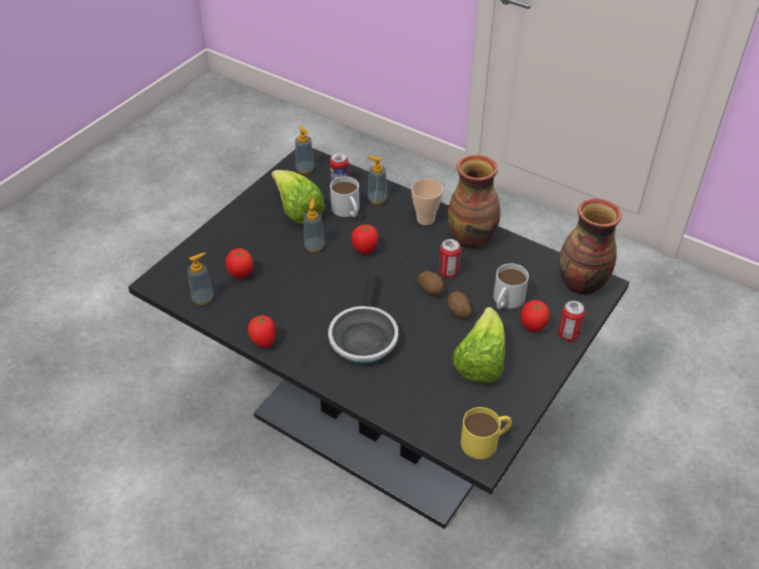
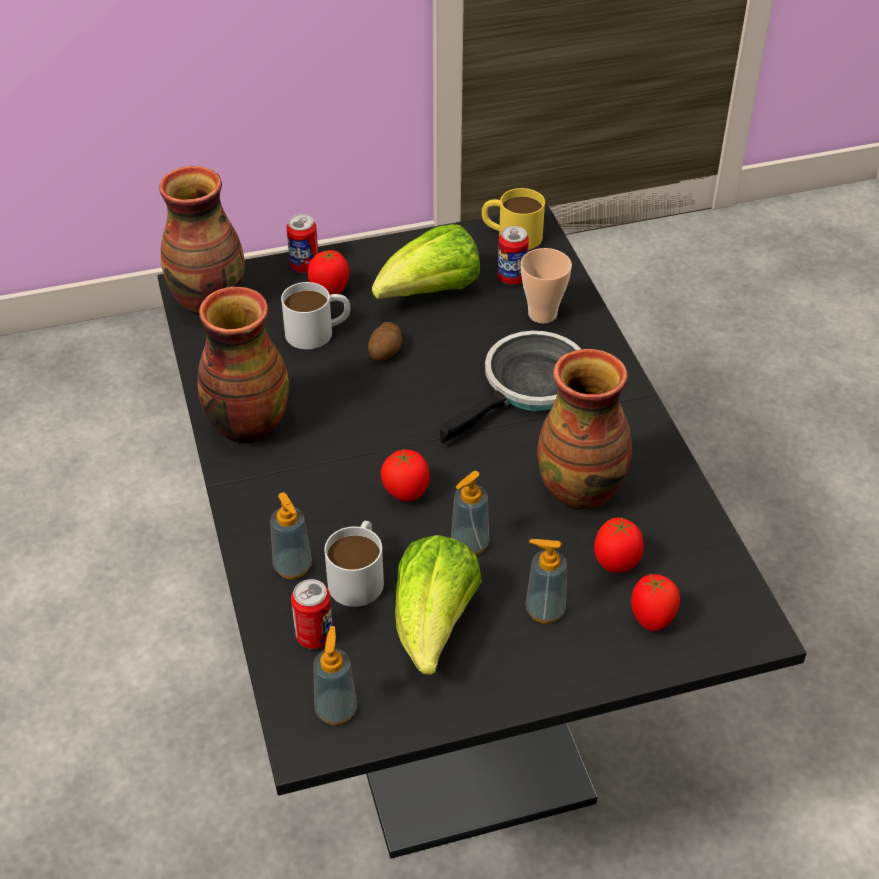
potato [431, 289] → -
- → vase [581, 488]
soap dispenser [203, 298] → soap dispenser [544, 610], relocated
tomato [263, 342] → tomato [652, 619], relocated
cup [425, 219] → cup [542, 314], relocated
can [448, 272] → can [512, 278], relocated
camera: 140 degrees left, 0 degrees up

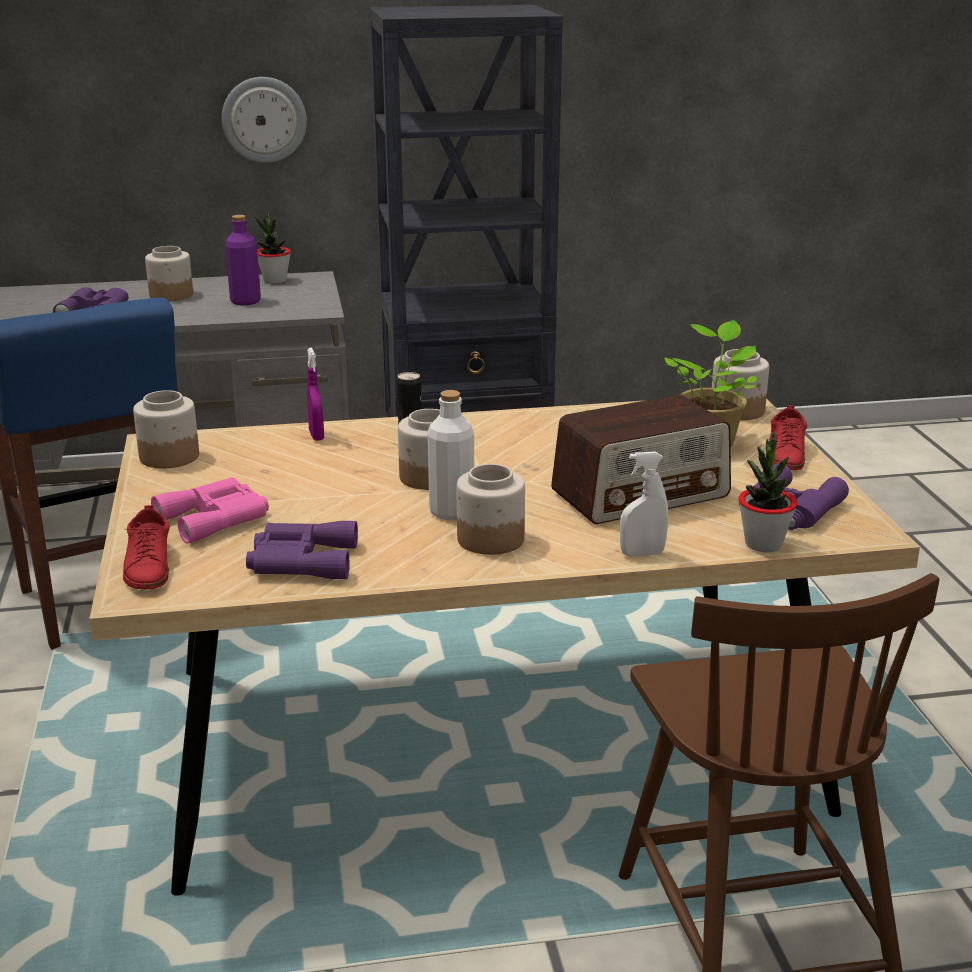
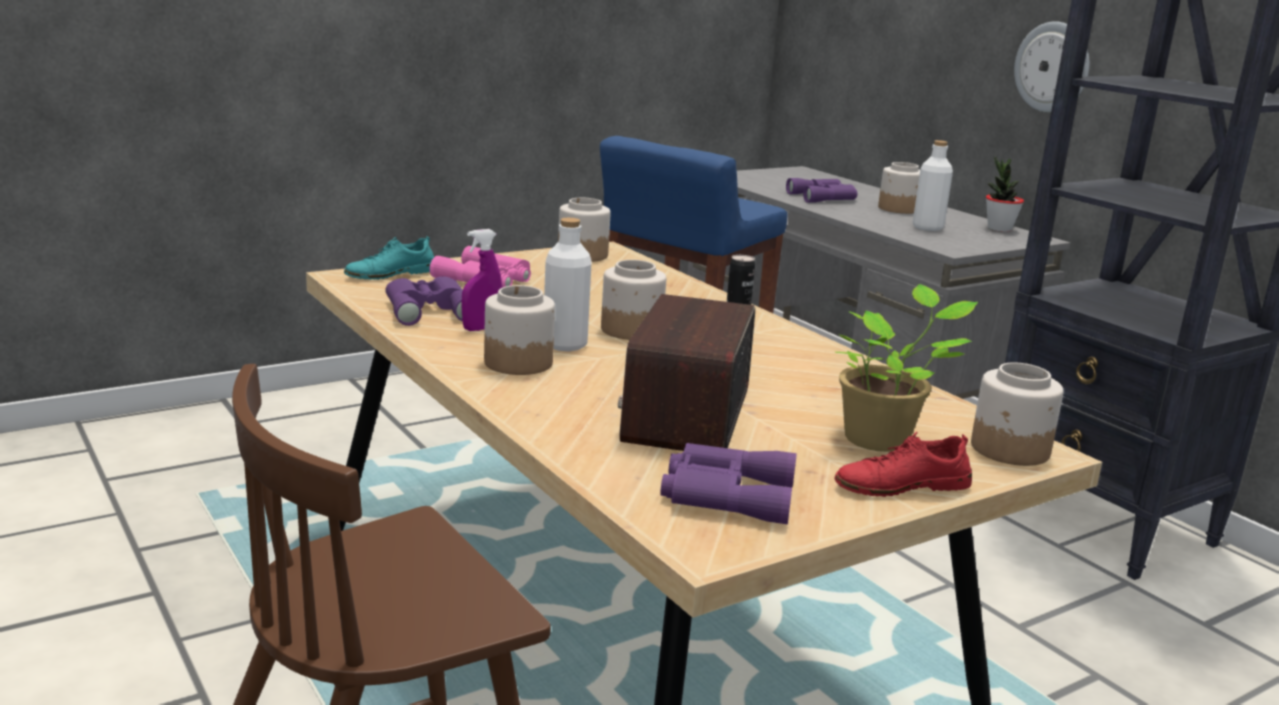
spray bottle (white) [642, 553] → -
potted plant [763, 544] → -
spray bottle (purple) [316, 435] → spray bottle (purple) [481, 328], relocated
shoe (red) [148, 566] → shoe (turquoise) [391, 274]
bottle (purple) [245, 301] → bottle (white) [927, 227]
radio [641, 494] → radio [686, 415], 60 degrees clockwise
camera: 65 degrees right, 5 degrees down

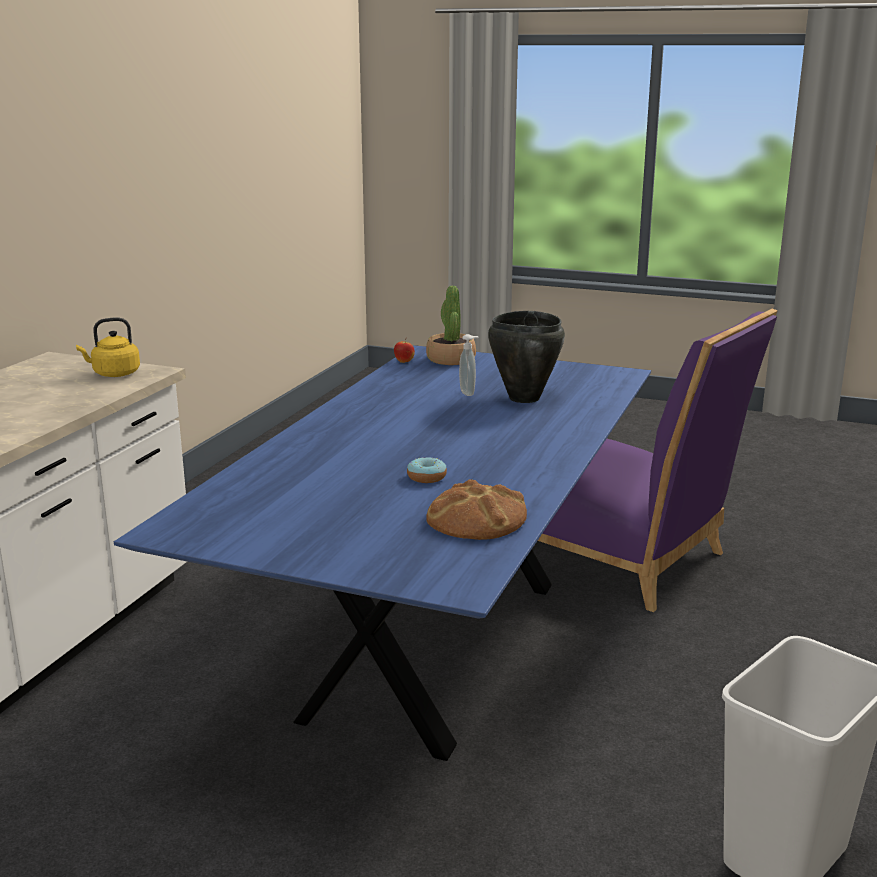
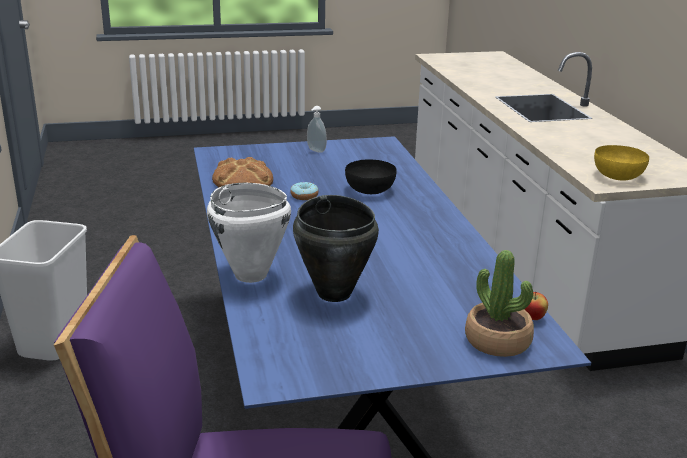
- → cooking pot (white) [250, 275]
- → bowl (black) [370, 190]
soap dispenser [468, 393] → soap dispenser [315, 151], relocated
kettle (yellow) [114, 374] → bowl (yellow) [617, 175]
camera: 145 degrees right, 5 degrees up

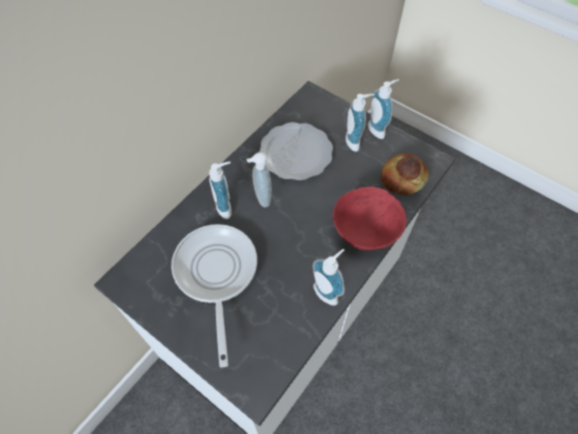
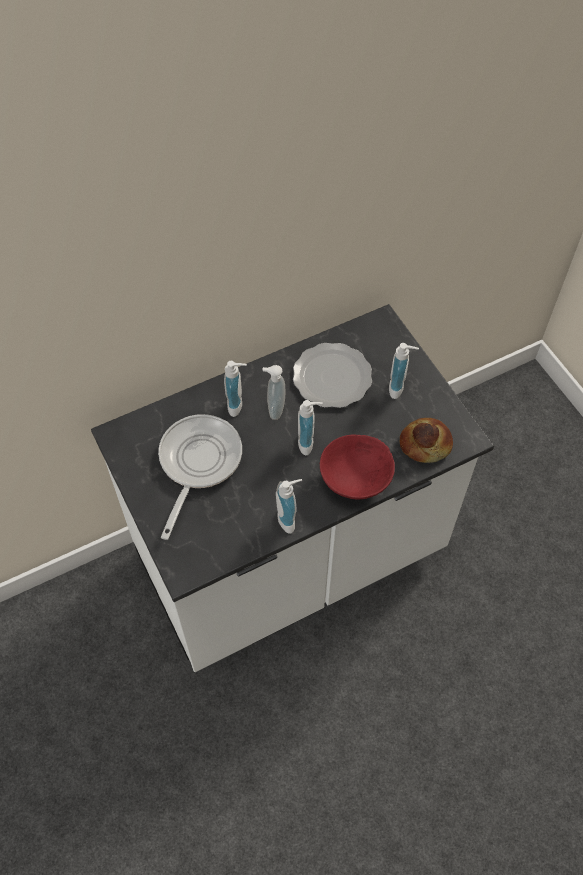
soap dispenser [378, 129] → soap dispenser [309, 442], relocated
camera: 25 degrees right, 0 degrees up

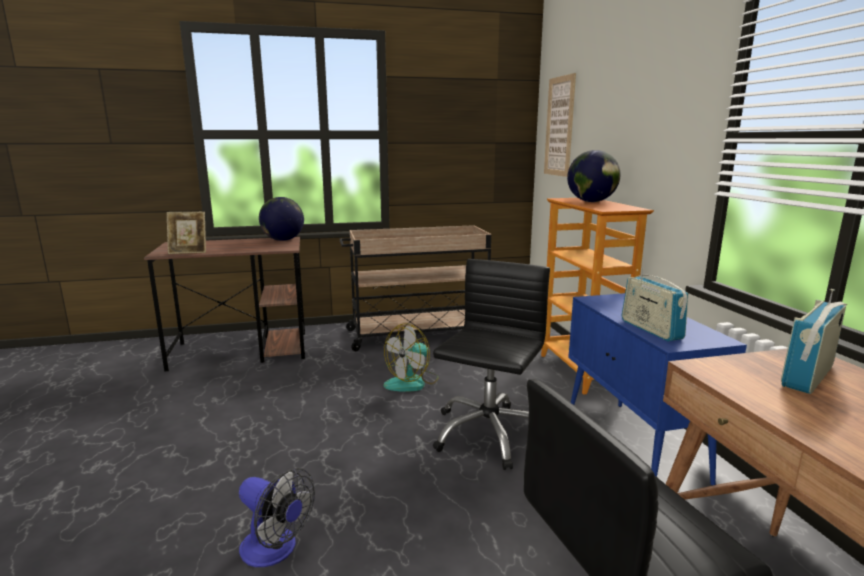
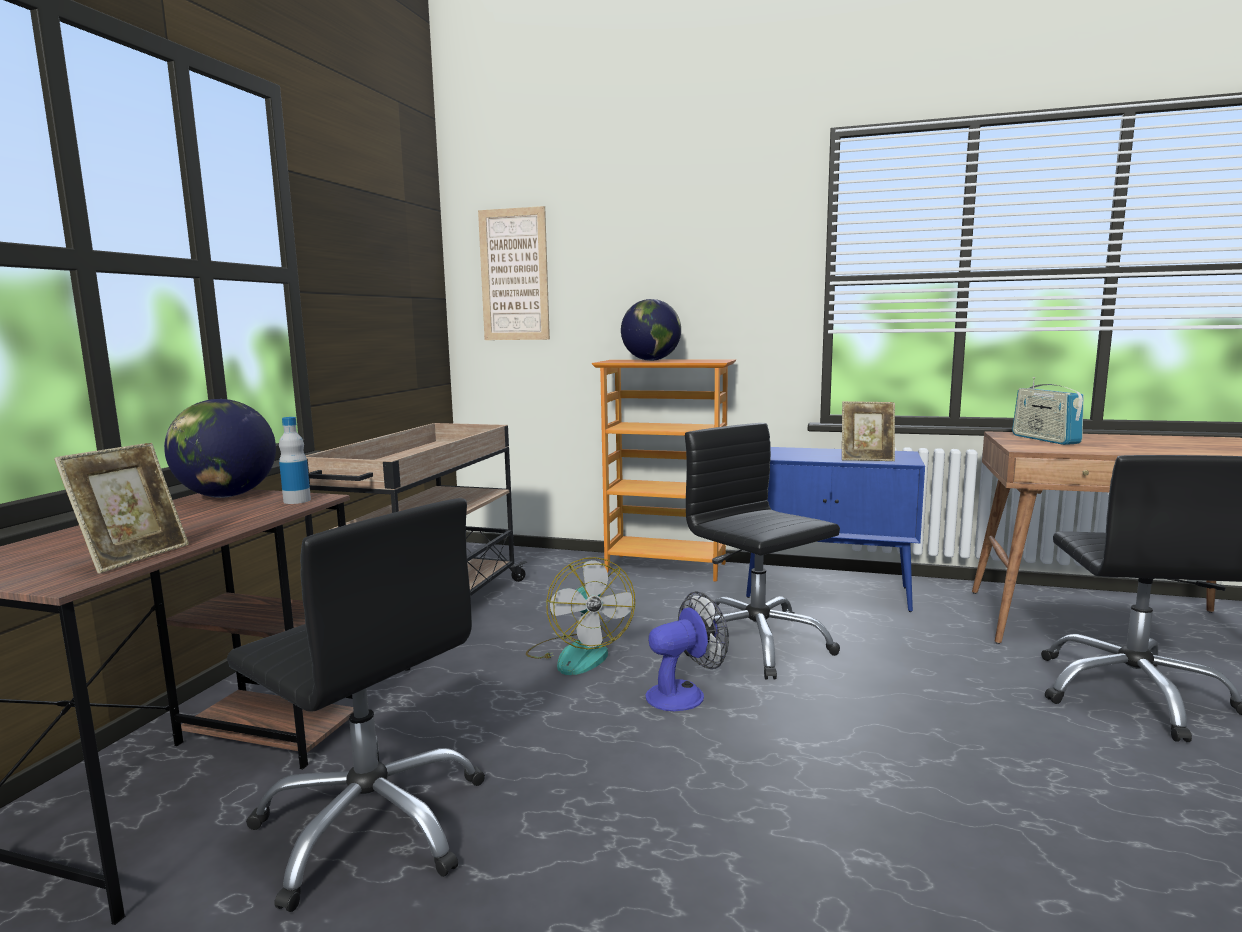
- → office chair (black) [372, 823]
- → bottle [297, 500]
fan [275, 550] → fan [684, 693], relocated
radio [650, 329] → picture frame [866, 459]
camera: 60 degrees left, 5 degrees down

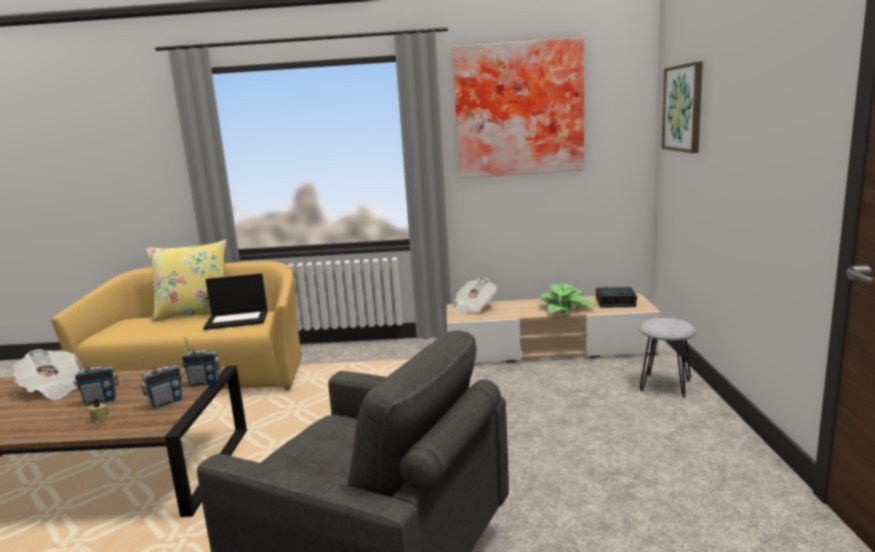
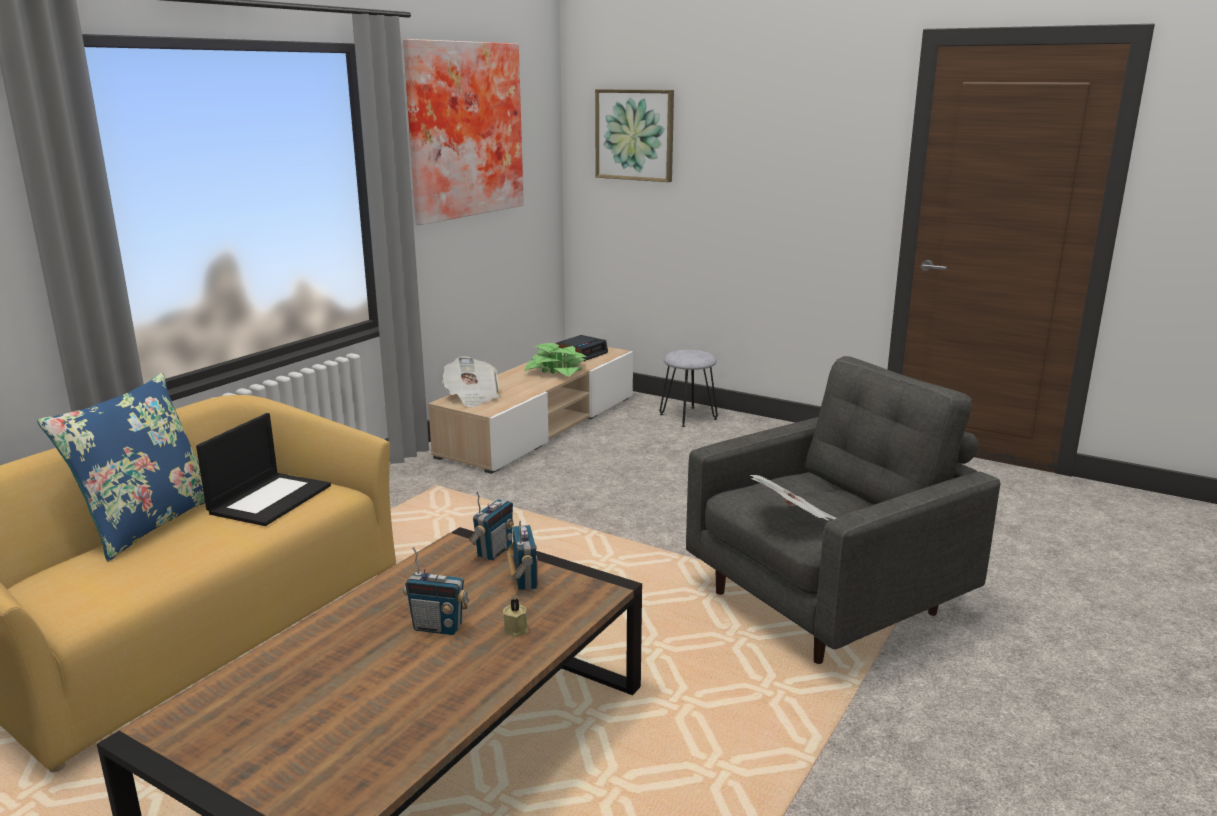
newspaper [54, 389] → newspaper [793, 521], relocated
pillow (yellow) [195, 313] → pillow (blue) [148, 524]
radio [101, 400] → radio [438, 627], 90 degrees clockwise
camera: 60 degrees left, 5 degrees up

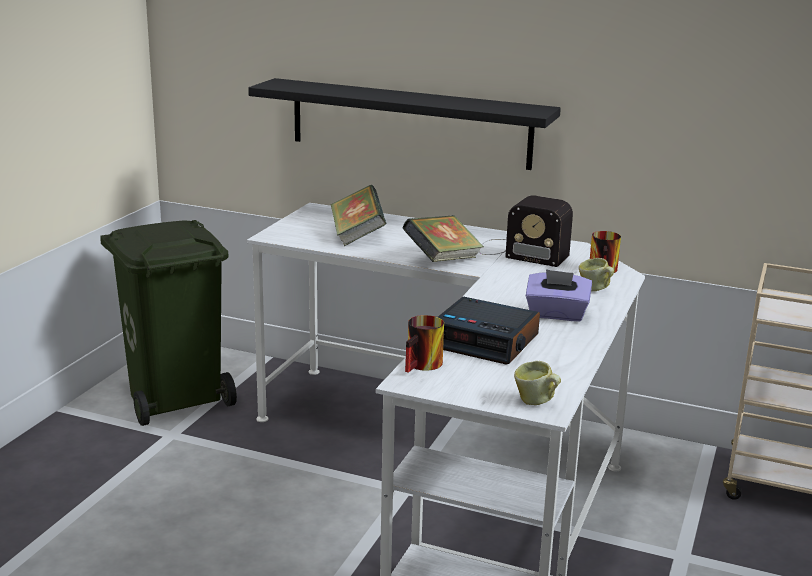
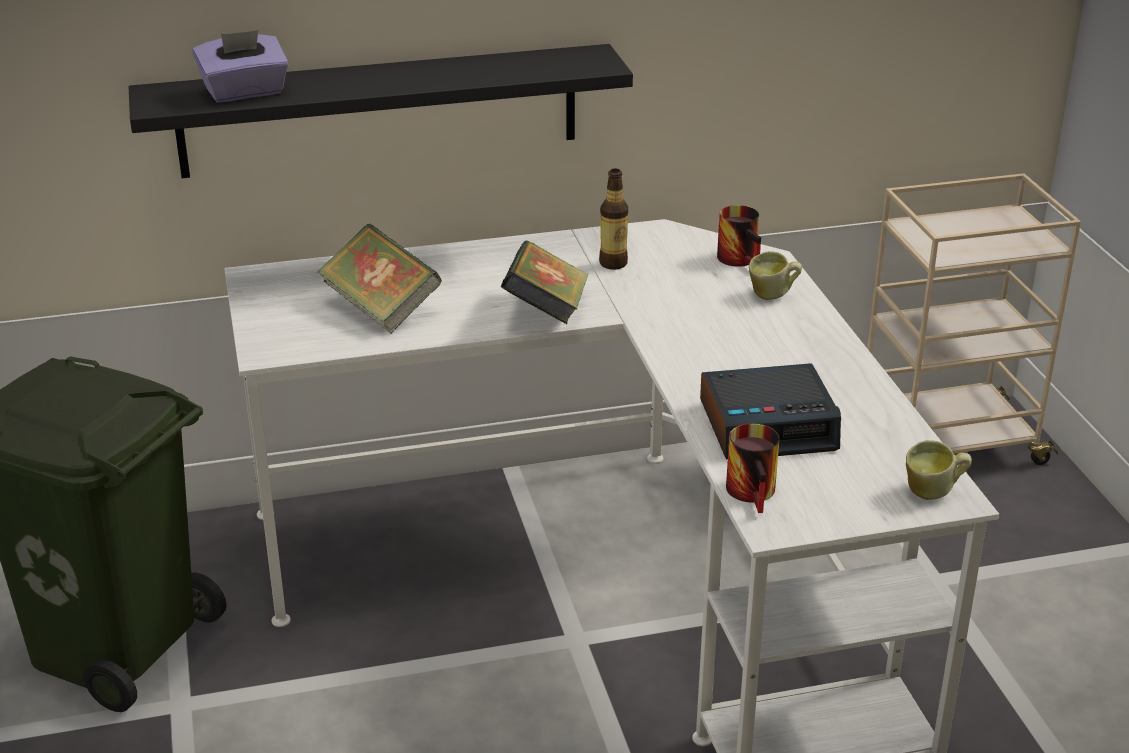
tissue box (purple) [556, 314] → tissue box (purple) [245, 92], relocated
radio [519, 252] → bottle [613, 263]
camera: 35 degrees left, 10 degrees up

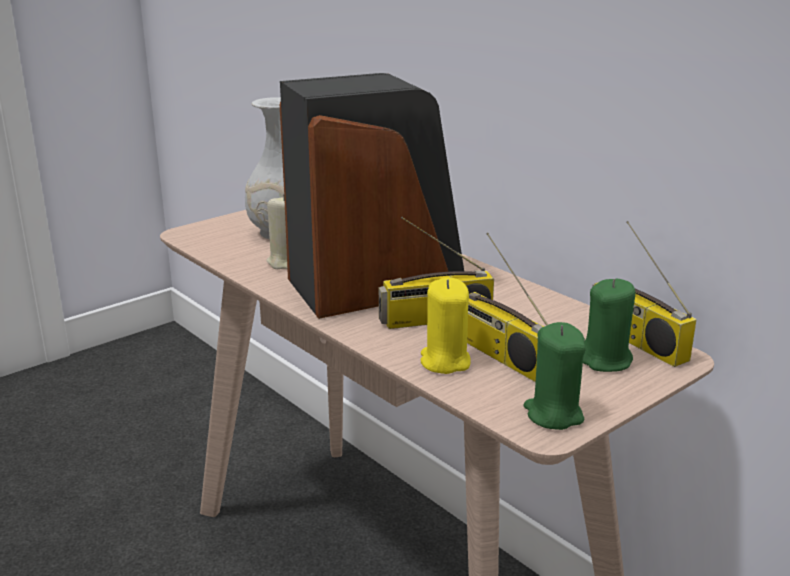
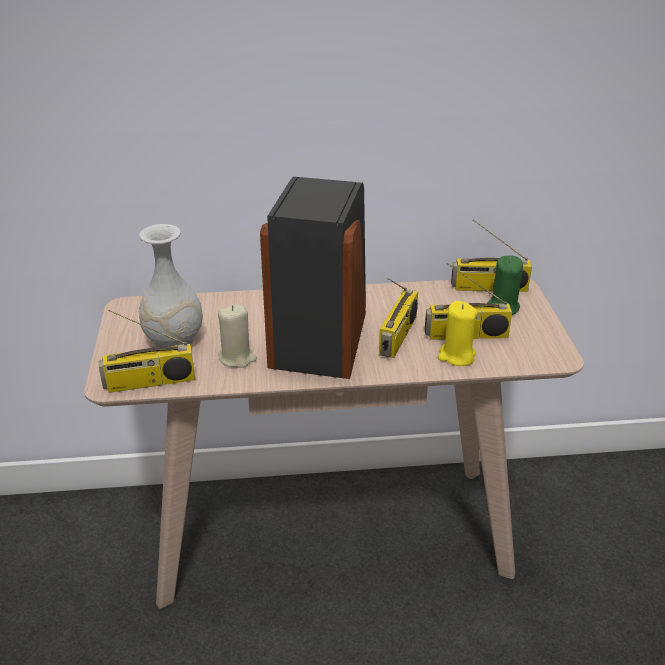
candle (green) [553, 414] → -
- → radio [149, 382]
camera: 55 degrees left, 10 degrees up

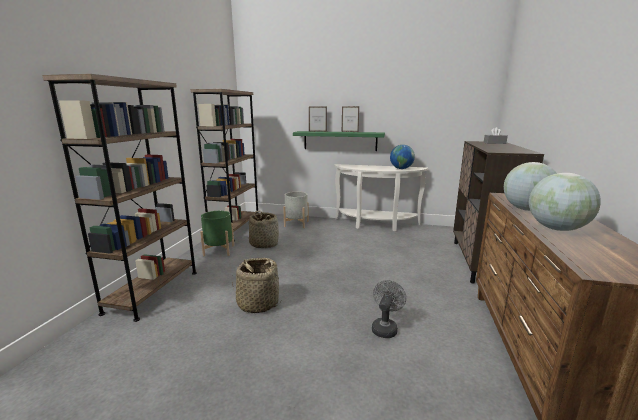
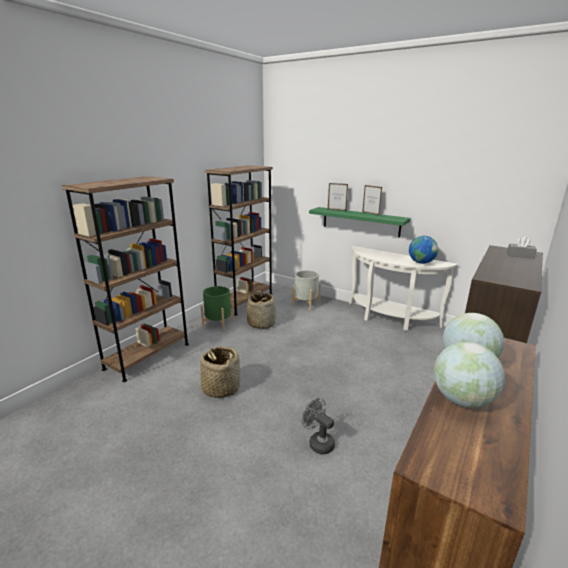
fan (grey) [385, 327] → fan (grey) [318, 442], 90 degrees counterclockwise
camera: 20 degrees right, 5 degrees up

